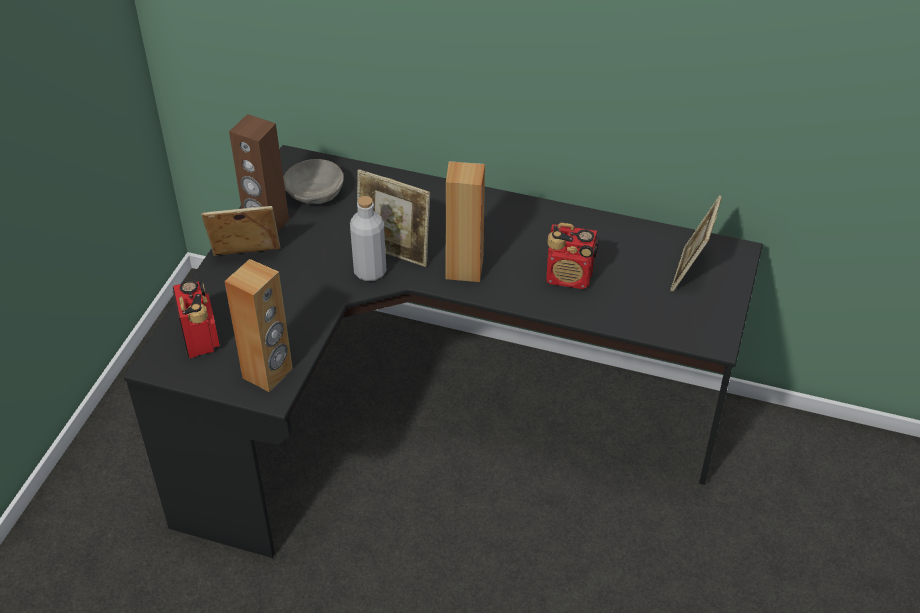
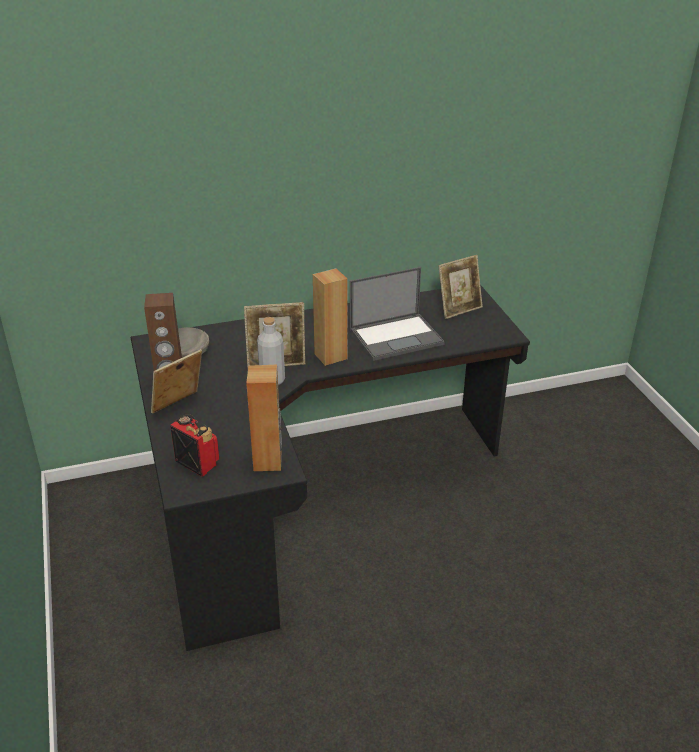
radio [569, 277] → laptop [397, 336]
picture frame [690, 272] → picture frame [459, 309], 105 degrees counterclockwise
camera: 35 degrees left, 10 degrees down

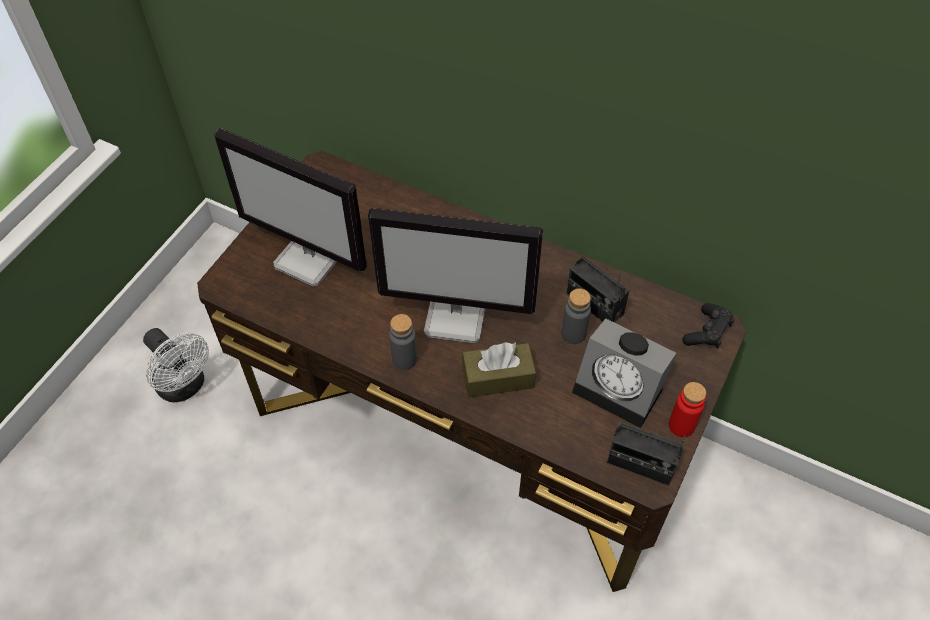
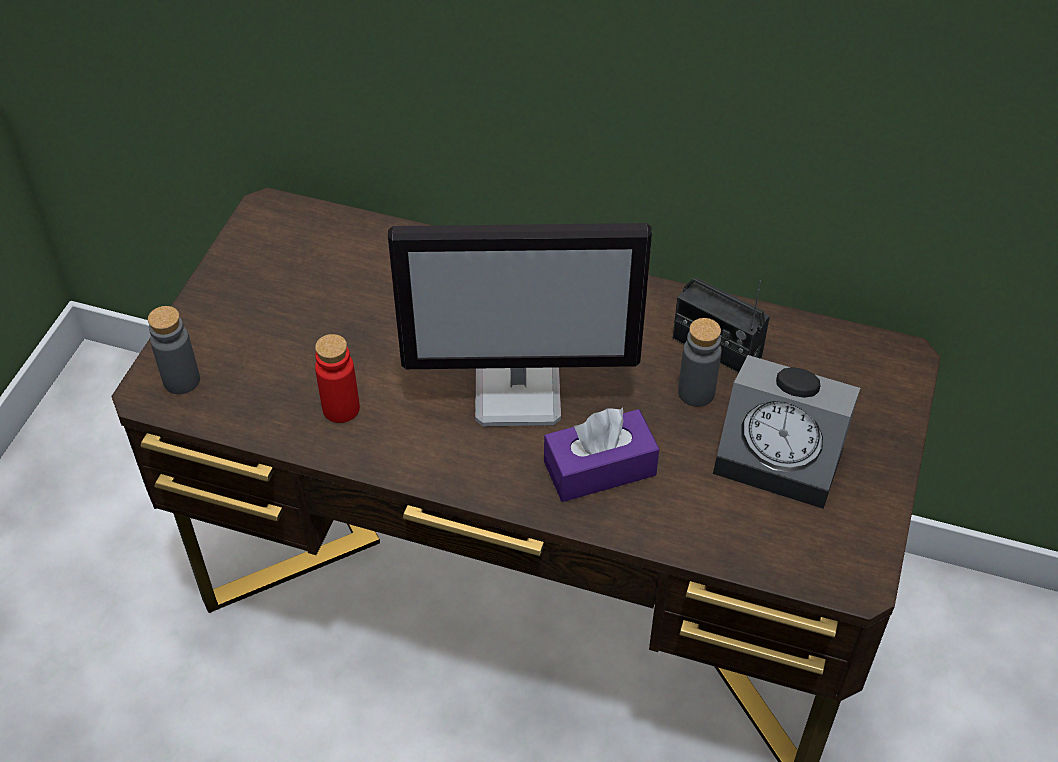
fan (white) [185, 386] → -
monitor [310, 259] → -
radio [640, 464] → -
game controller (black) [707, 332] → -
bottle (grey) [404, 359] → bottle (grey) [181, 380], relocated
bottle (red) [681, 425] → bottle (red) [341, 408], relocated
tissue box (brown) [498, 377] → tissue box (purple) [599, 468]
camera: 10 degrees left, 5 degrees down

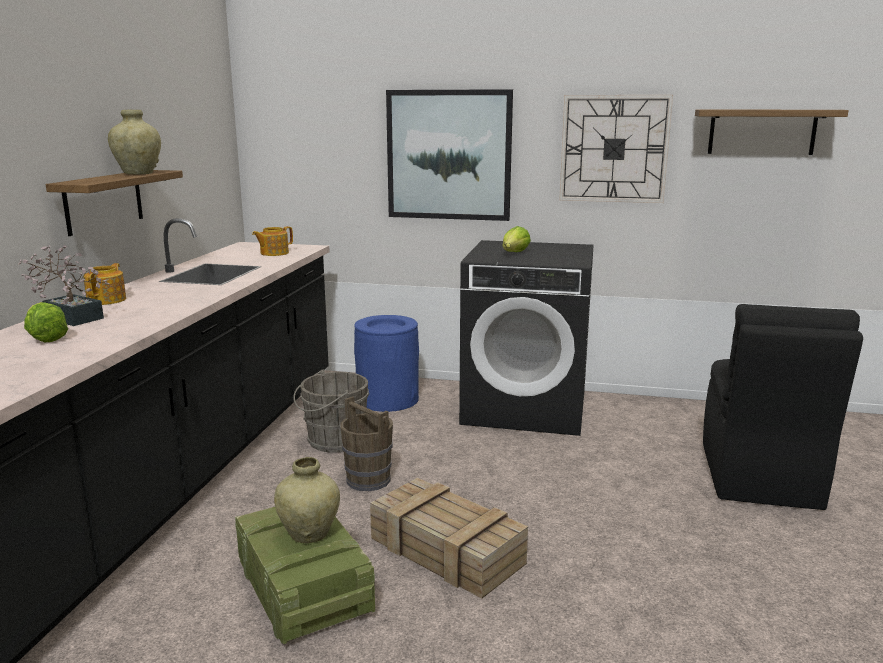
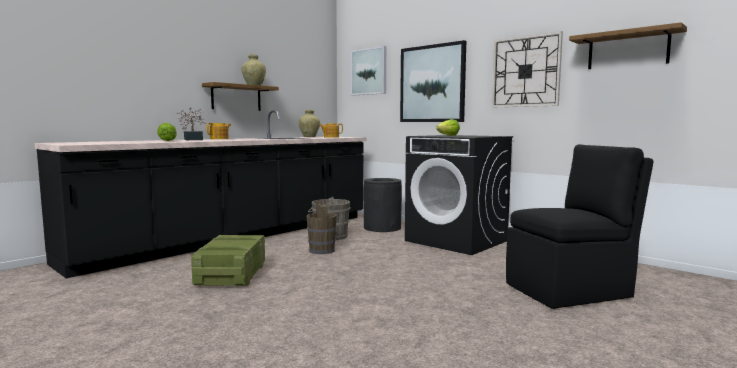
crate [444, 550] → -
- → picture [369, 71]
vase (beige) [309, 535] → vase (beige) [309, 137], relocated
trash can (blue) [388, 399] → trash can (black) [382, 227]
chair (black) [759, 477] → chair (black) [570, 290], 150 degrees counterclockwise
camera: 30 degrees right, 10 degrees down

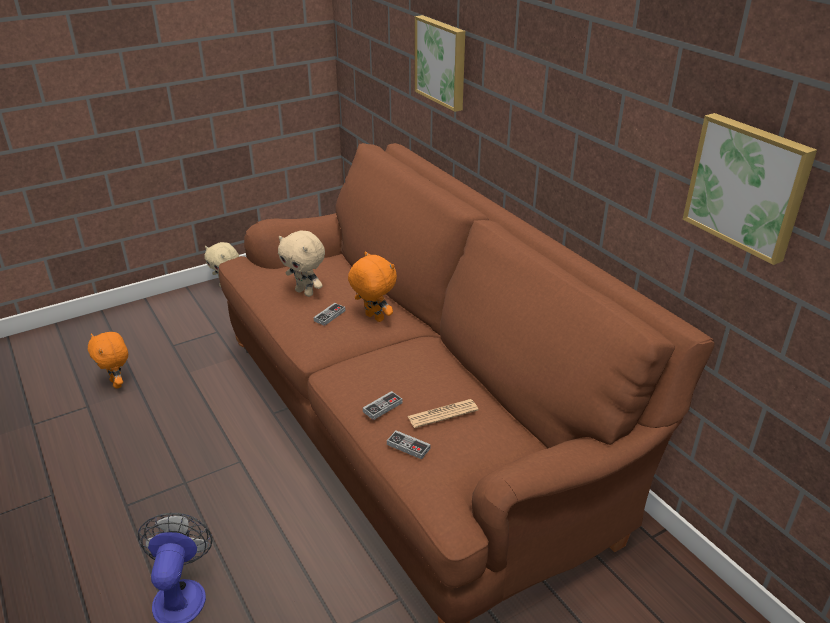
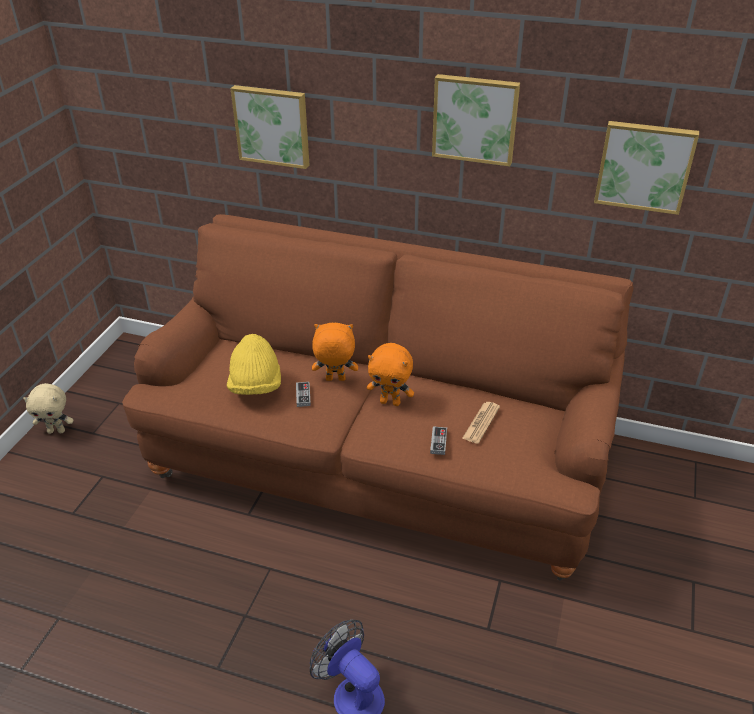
game controller [408, 446] → -
- → picture [475, 119]
plush toy (orange) [117, 383] → plush toy (orange) [390, 402], relocated
plush toy (beige) [305, 292] → hat (yellow) [256, 386]
camera: 40 degrees left, 5 degrees up

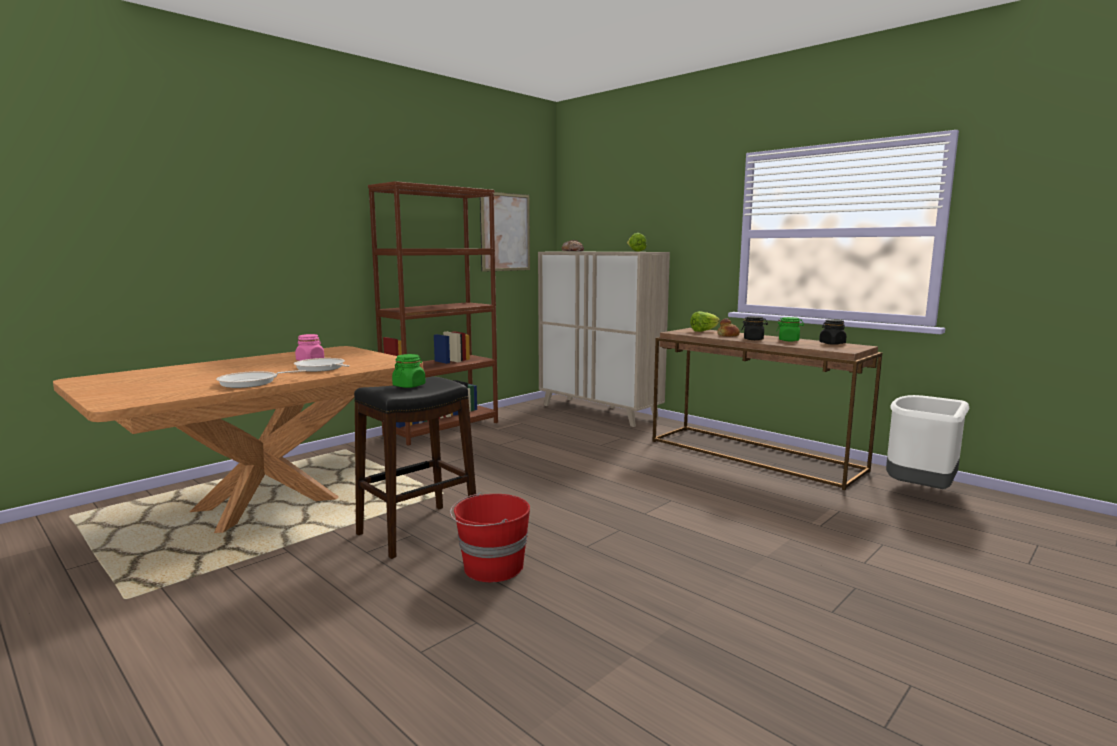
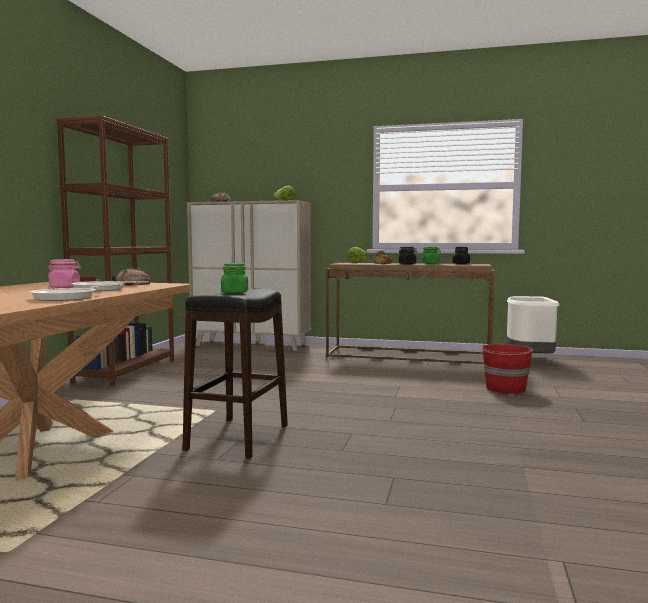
picture [505, 232] → -
- → bread [133, 284]
bucket (red) [492, 568] → bucket (red) [505, 389], relocated
camera: 30 degrees left, 5 degrees down

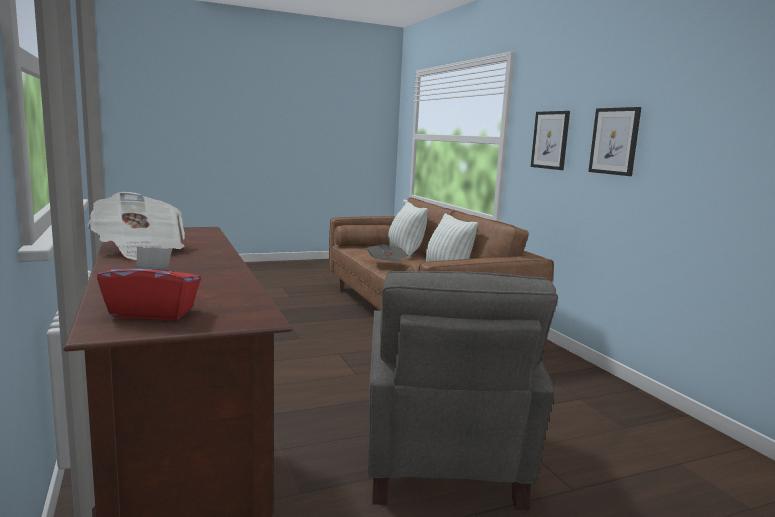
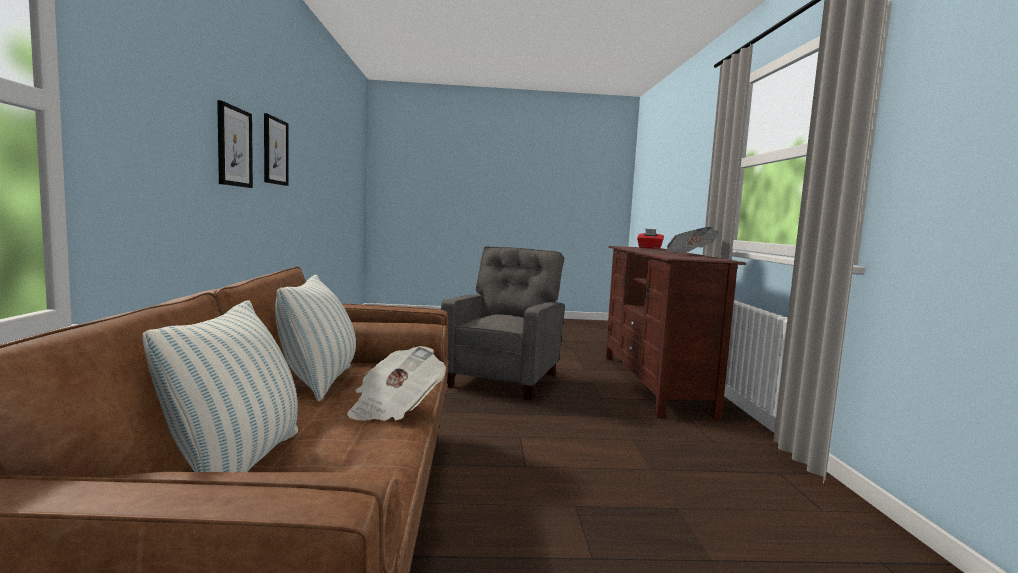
picture [550, 140] → picture [275, 151], relocated
camera: 160 degrees left, 5 degrees down

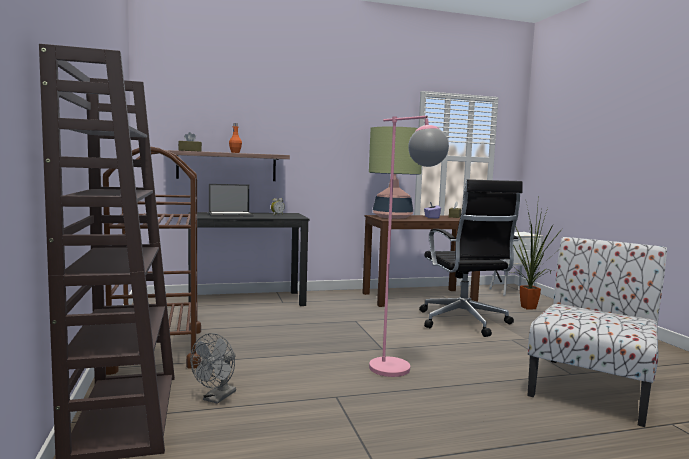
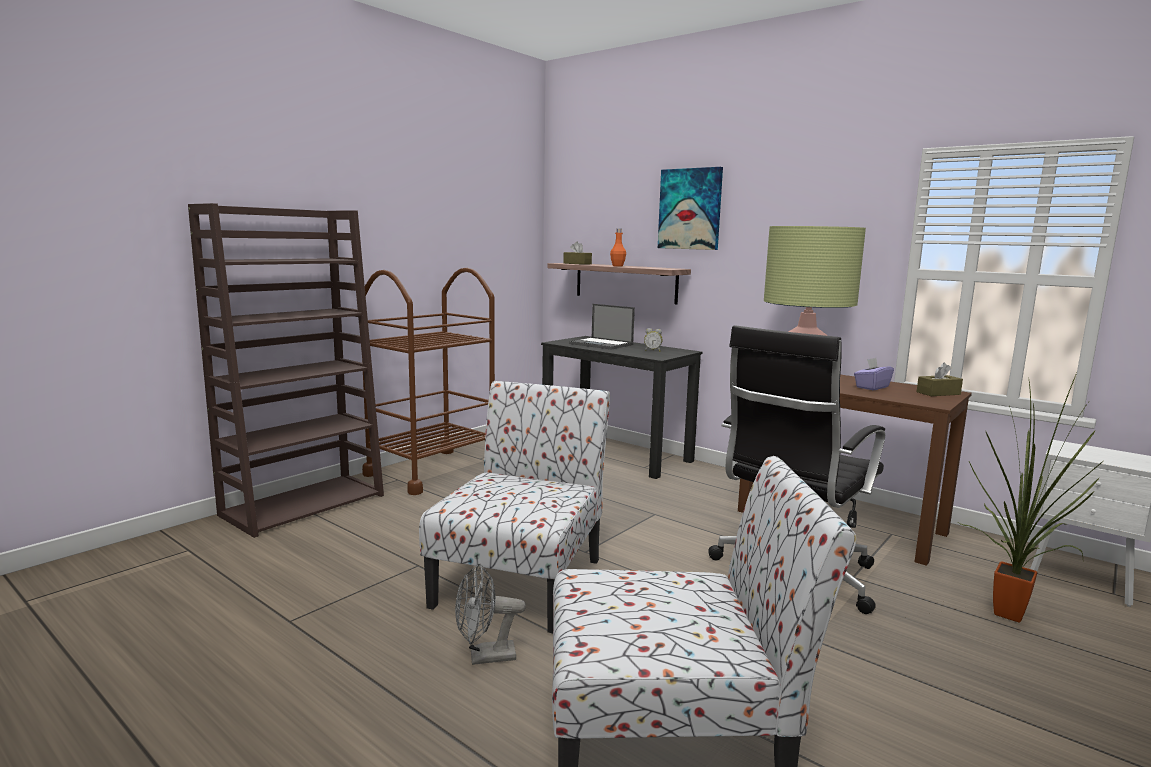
- → picture [690, 209]
fan (grey) [216, 398] → fan (grey) [485, 657], relocated
floor lamp (pink) [400, 373] → chair [521, 580]
camera: 55 degrees right, 5 degrees up

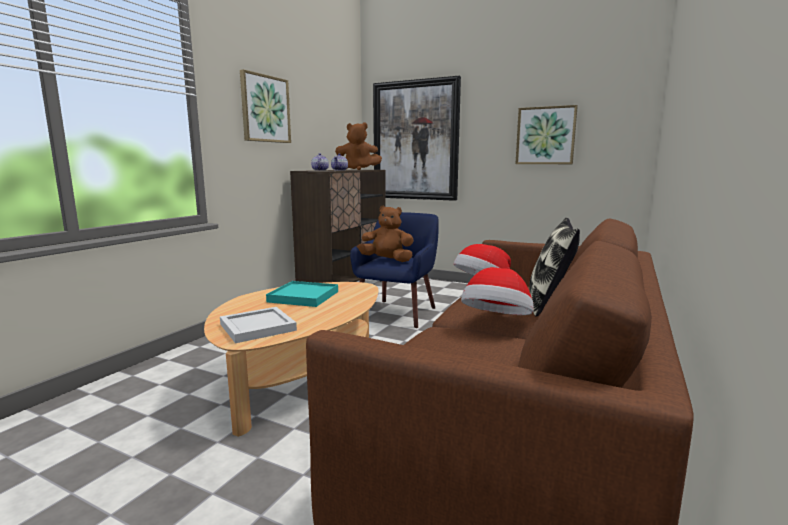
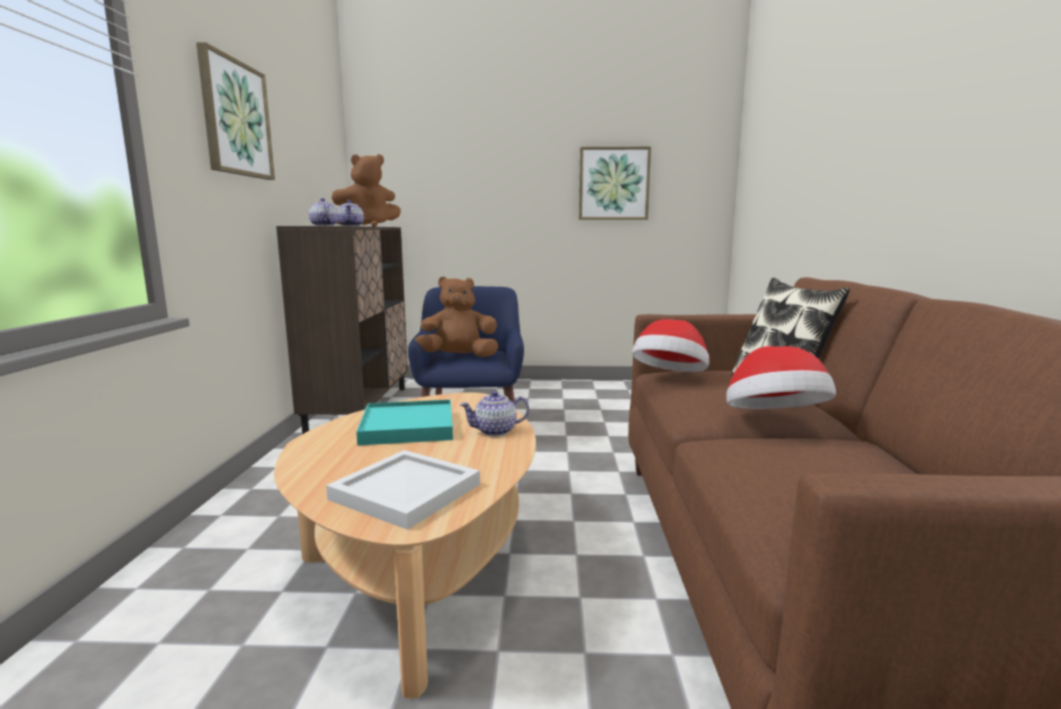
picture [415, 141] → -
- → teapot [496, 431]
camera: 25 degrees left, 0 degrees up

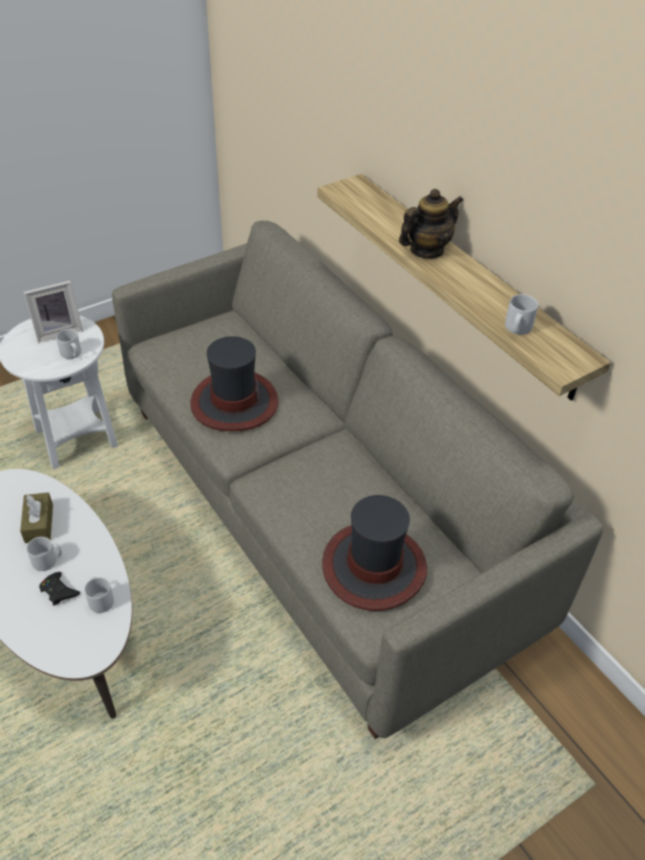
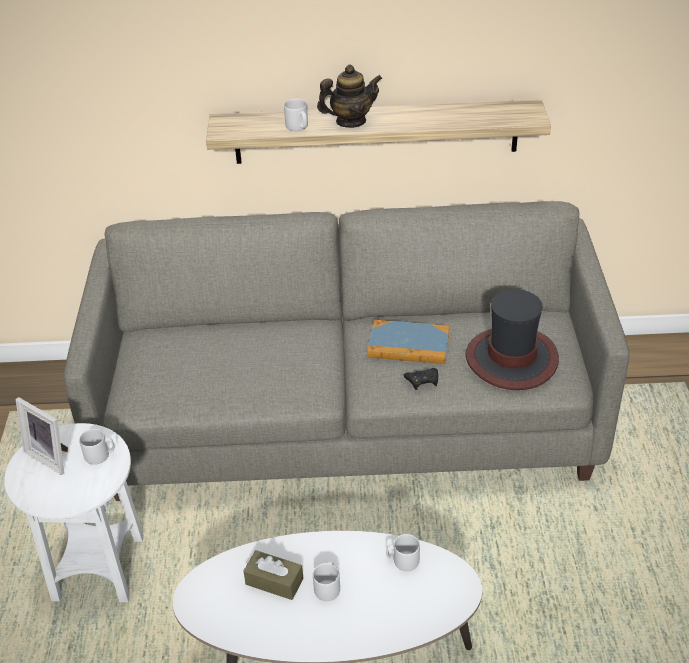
hat [234, 402] → -
- → book [408, 345]
game controller (black) [59, 591] → game controller (black) [422, 380], relocated
mug (grey) [517, 328] → mug (grey) [298, 127], relocated
picture frame [58, 331] → picture frame [51, 456], 120 degrees clockwise
teapot [426, 250] → teapot [350, 121], 75 degrees clockwise
camera: 55 degrees left, 5 degrees down

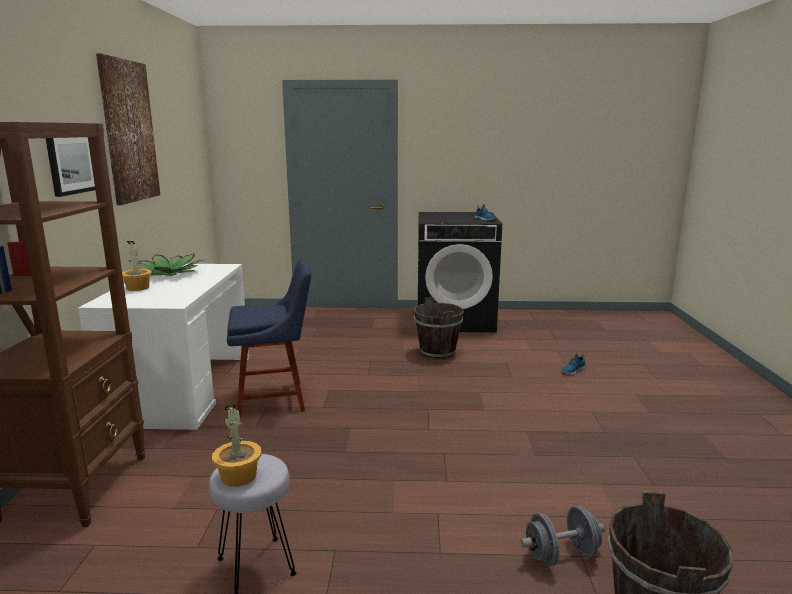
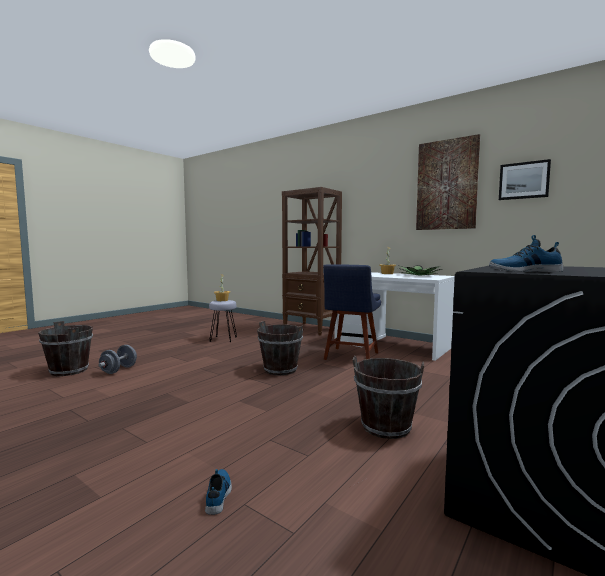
- → bucket (brown) [280, 370]
picture [71, 163] → picture [524, 180], relocated
camera: 125 degrees right, 10 degrees down

